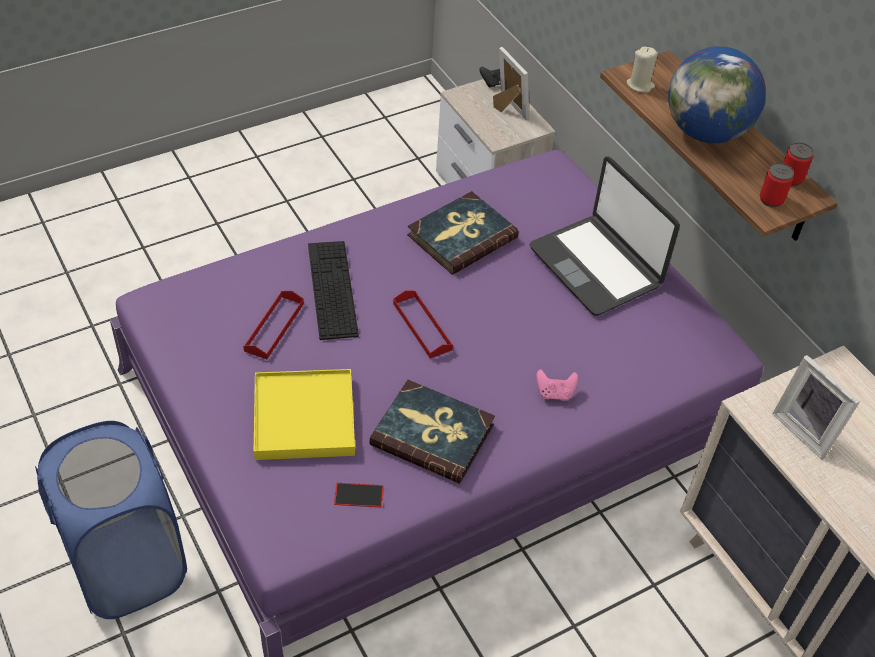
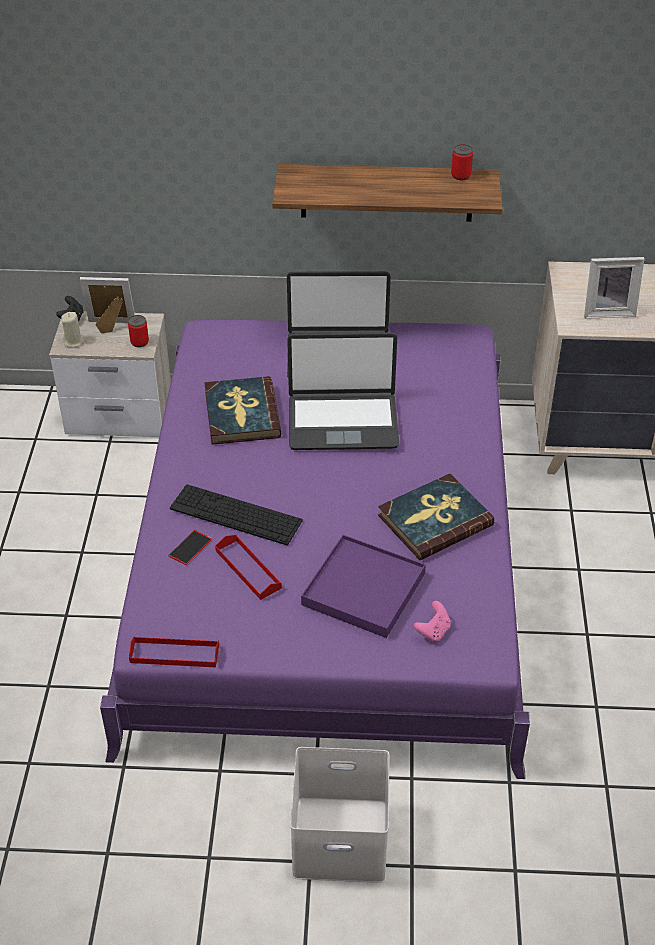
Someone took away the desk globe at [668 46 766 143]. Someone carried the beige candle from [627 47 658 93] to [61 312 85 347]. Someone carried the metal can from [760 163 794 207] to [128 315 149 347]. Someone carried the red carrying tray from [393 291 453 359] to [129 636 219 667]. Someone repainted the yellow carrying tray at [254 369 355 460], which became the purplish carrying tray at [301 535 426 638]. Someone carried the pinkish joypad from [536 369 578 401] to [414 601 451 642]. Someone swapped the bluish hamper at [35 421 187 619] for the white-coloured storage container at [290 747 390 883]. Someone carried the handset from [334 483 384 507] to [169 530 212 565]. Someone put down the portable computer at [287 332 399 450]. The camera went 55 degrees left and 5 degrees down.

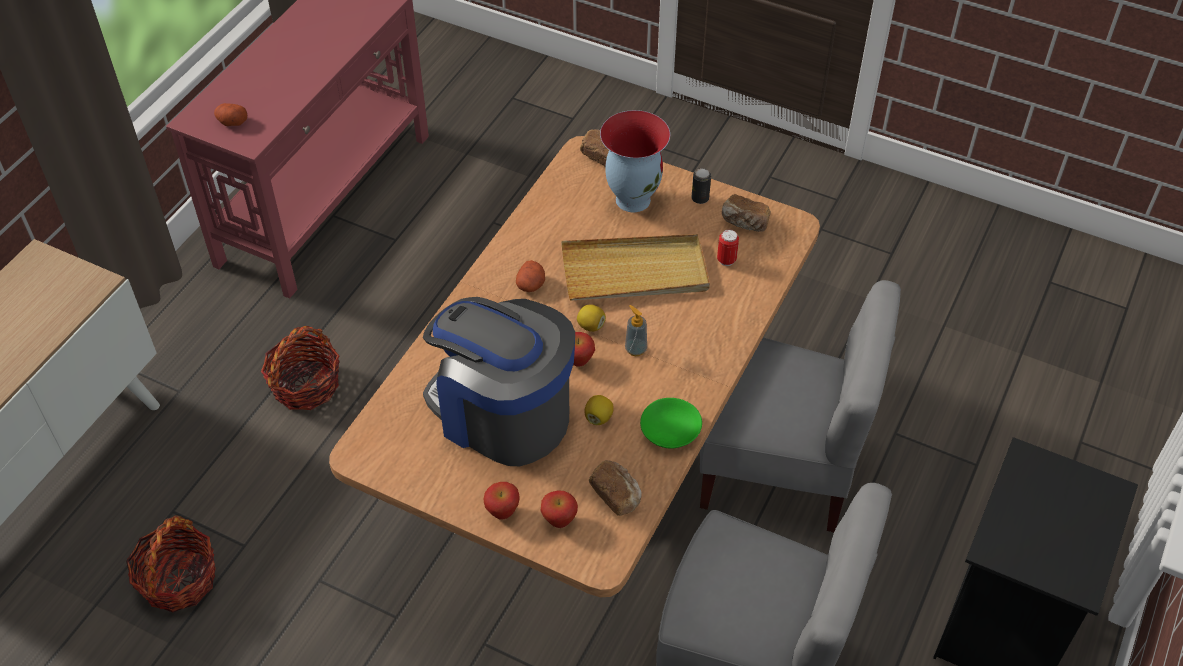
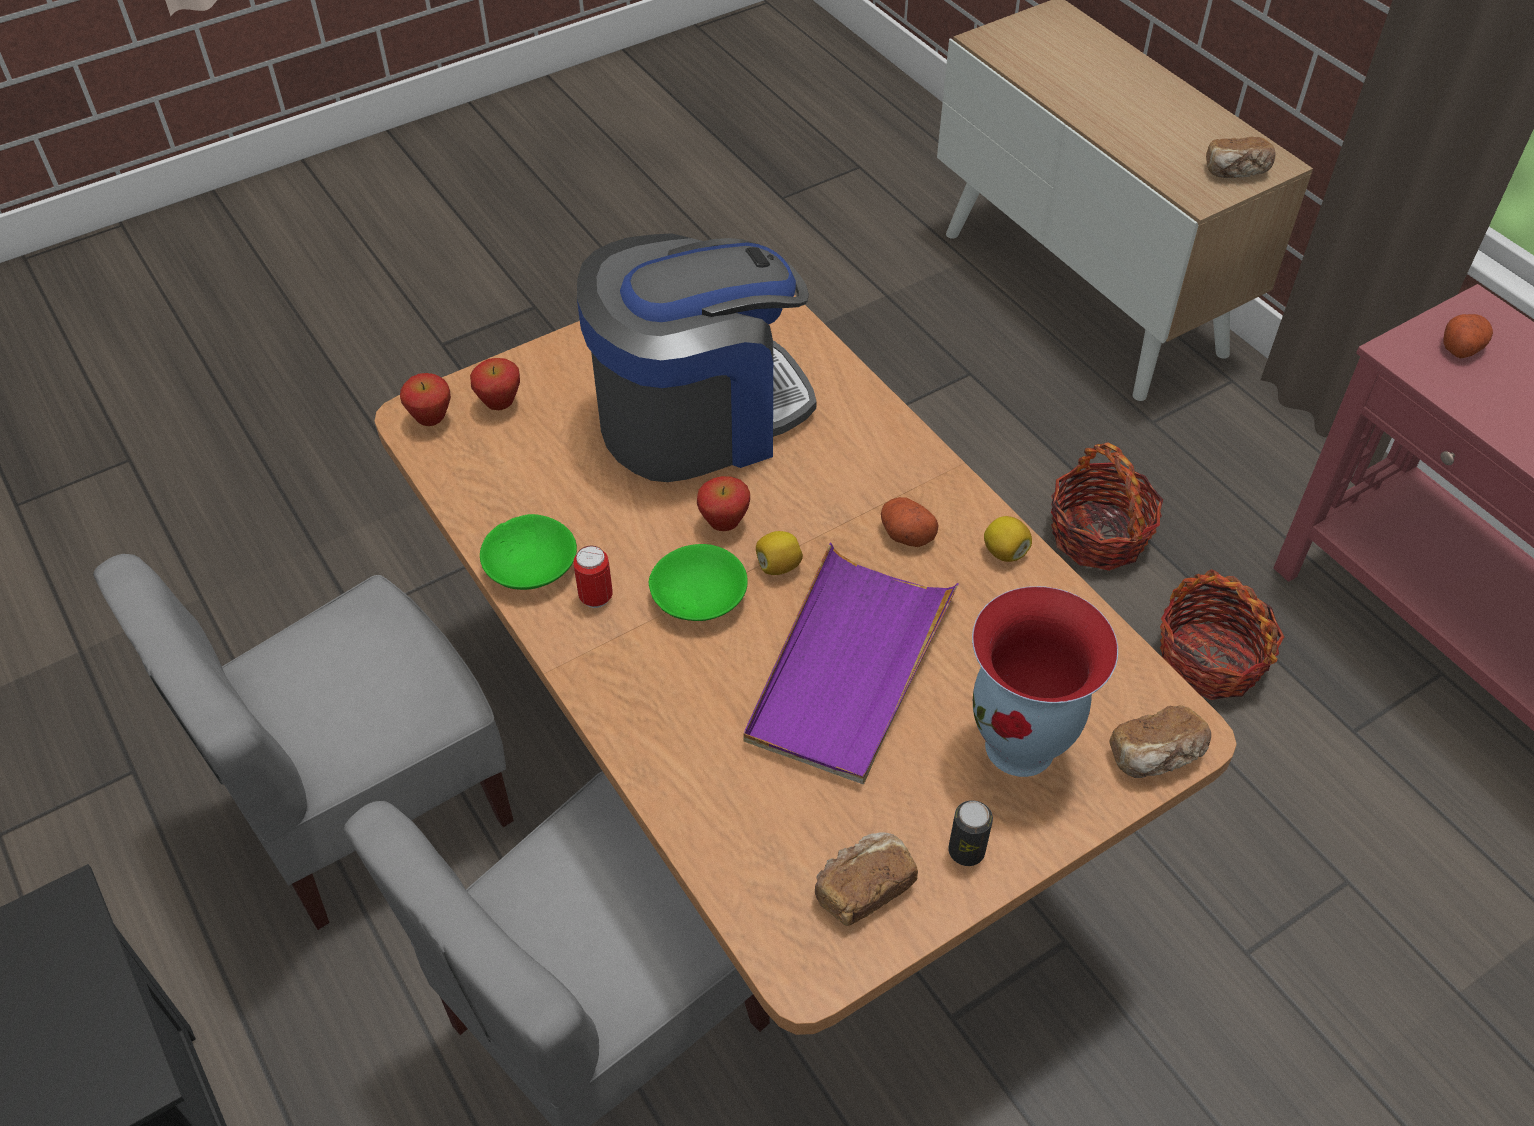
Someone carried the metal can from [717 229 739 266] to [573 546 613 608]. Someone repainted the beige carrying tray at [561 234 710 301], which became the purplish carrying tray at [743 543 959 784]. Someone swapped the soap bottle at [625 305 647 356] for the greenish deep dish at [649 544 748 621]. Someone carried the whole lemon from [585 395 614 425] to [984 516 1032 562]. Someone carried the bakery bread from [589 460 642 516] to [1206 137 1275 178]. Someone carried the apple from [484 482 520 519] to [400 373 451 426]. Someone carried the household basket from [126 515 216 612] to [1160 569 1284 700]. The camera went 120 degrees right and 0 degrees up.

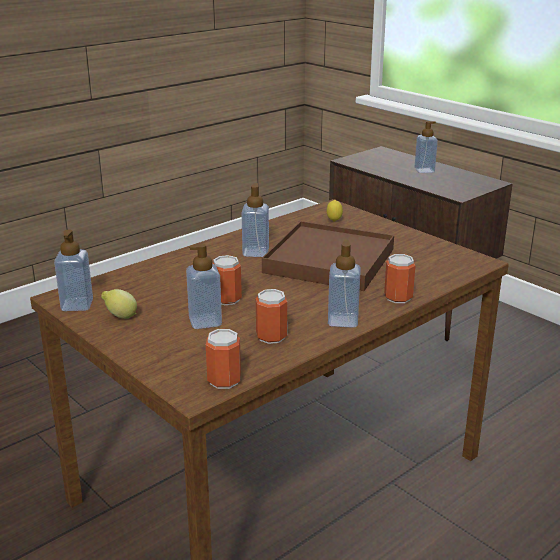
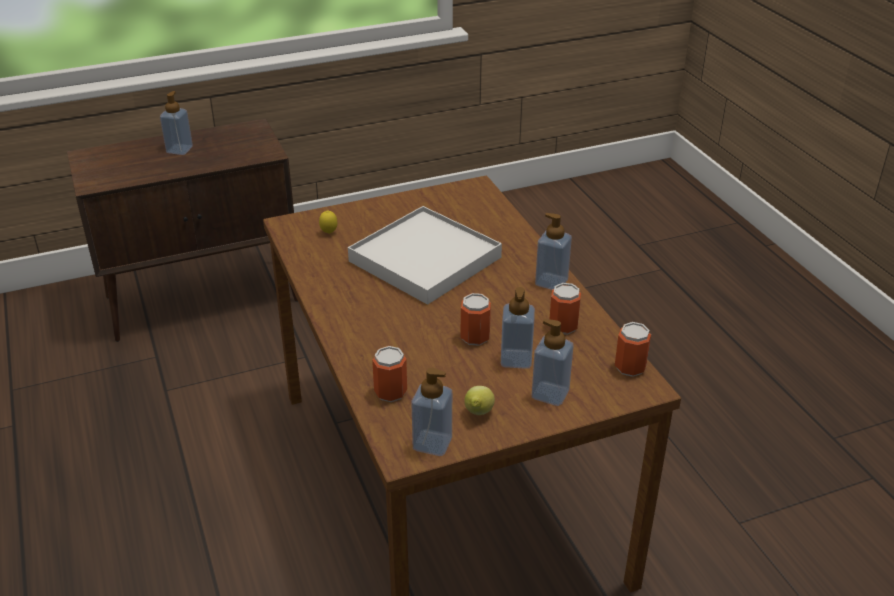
Someone carried the soap bottle from [242 183 269 257] to [532 319 573 406]. Someone repainted the brownish carrying tray at [262 221 394 291], which became the white-coloured carrying tray at [348 206 502 305]. Someone carried the metal can from [384 254 415 303] to [372 346 407 402]. The camera went 70 degrees left and 10 degrees up.

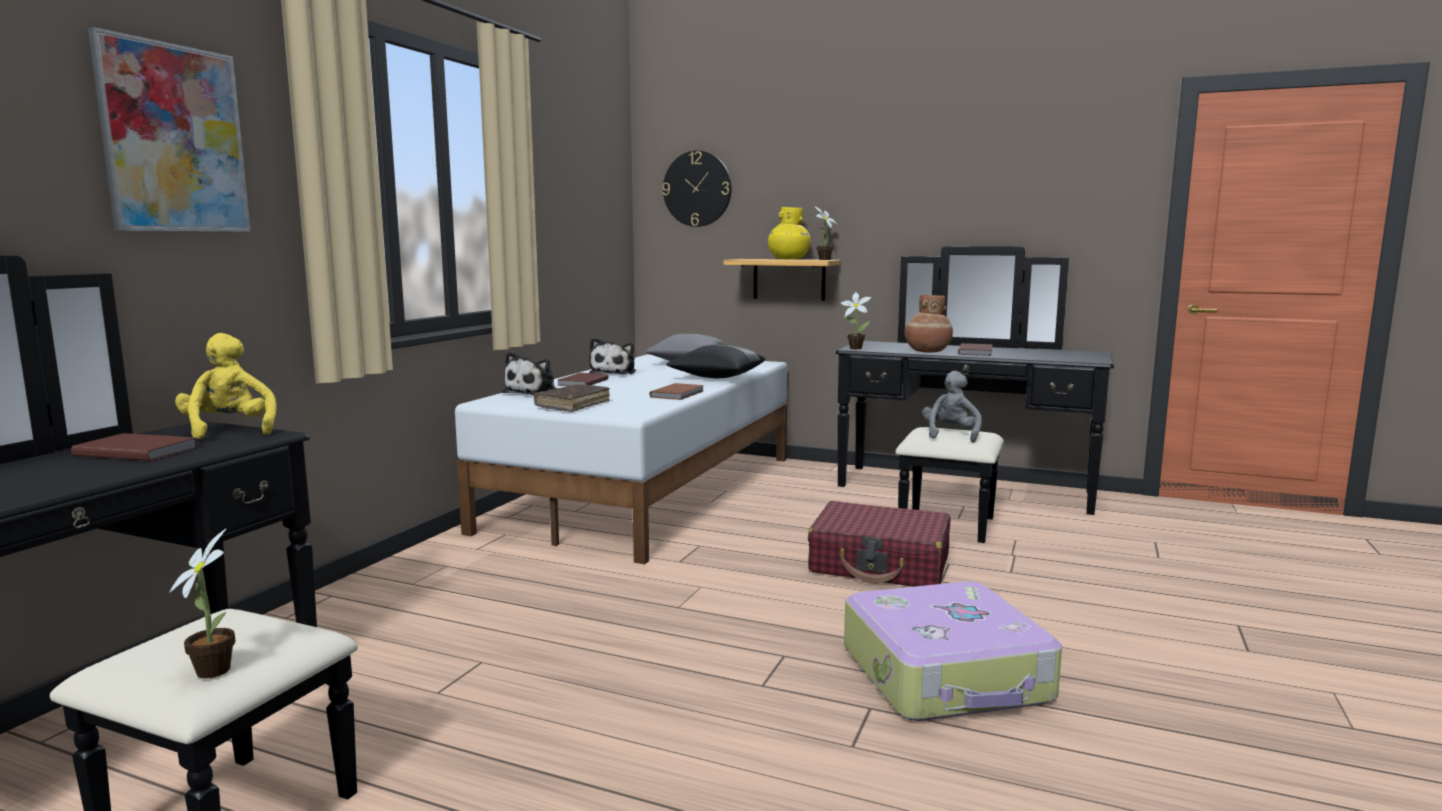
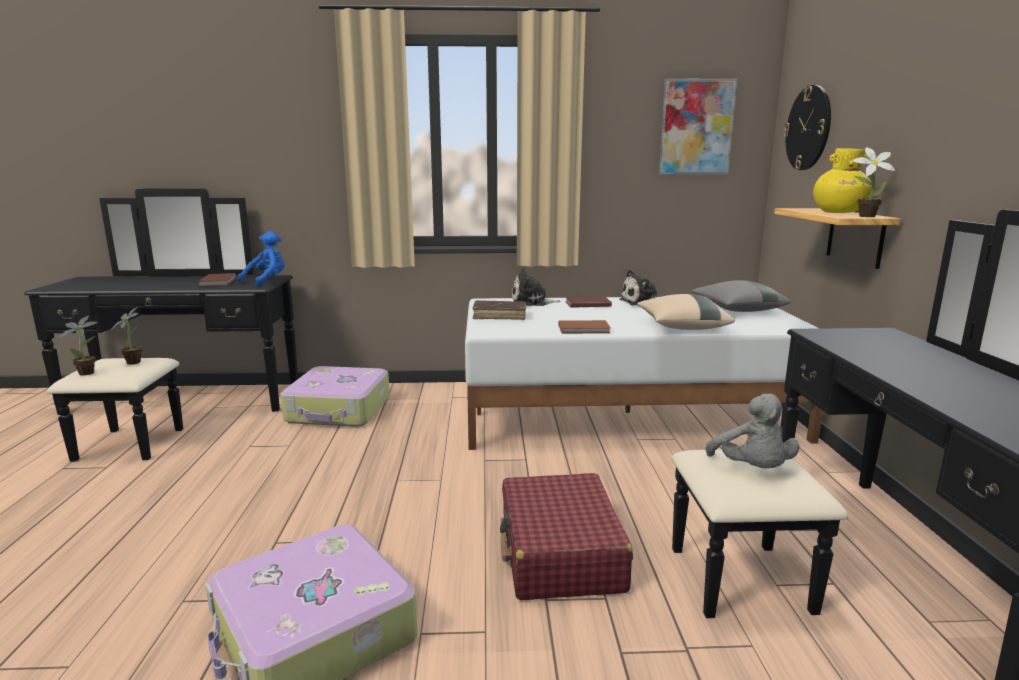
Someone carried the picture from [88 27 251 232] to [658 78 737 175]. Someone carried the houseplant from [841 292 871 349] to [112 307 142 365]. Someone took away the brownish flower vase at [904 294 953 353]. Someone repainted the yellow cuddly toy at [175 333 277 439], which became the bluish cuddly toy at [237 231 285 287]. Someone took away the brownish book at [958 343 992 356]. Someone repainted the blackish throw pillow at [666 345 765 378], which became the beige throw pillow at [637 294 735 330]. Someone rotated the gray cuddly toy at [922 371 982 443] by 90 degrees clockwise. Someone put down the piece of luggage at [280 366 390 427]. The camera went 65 degrees right and 5 degrees up.

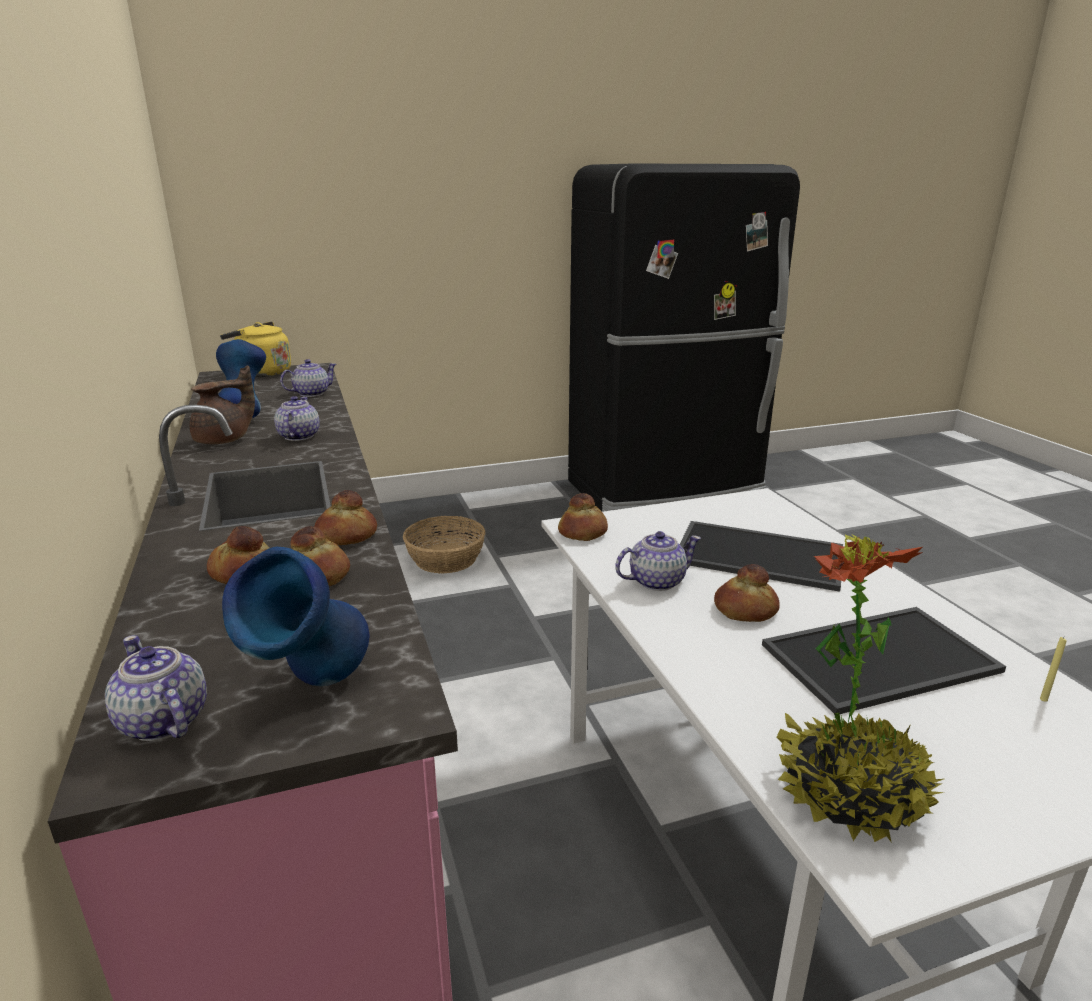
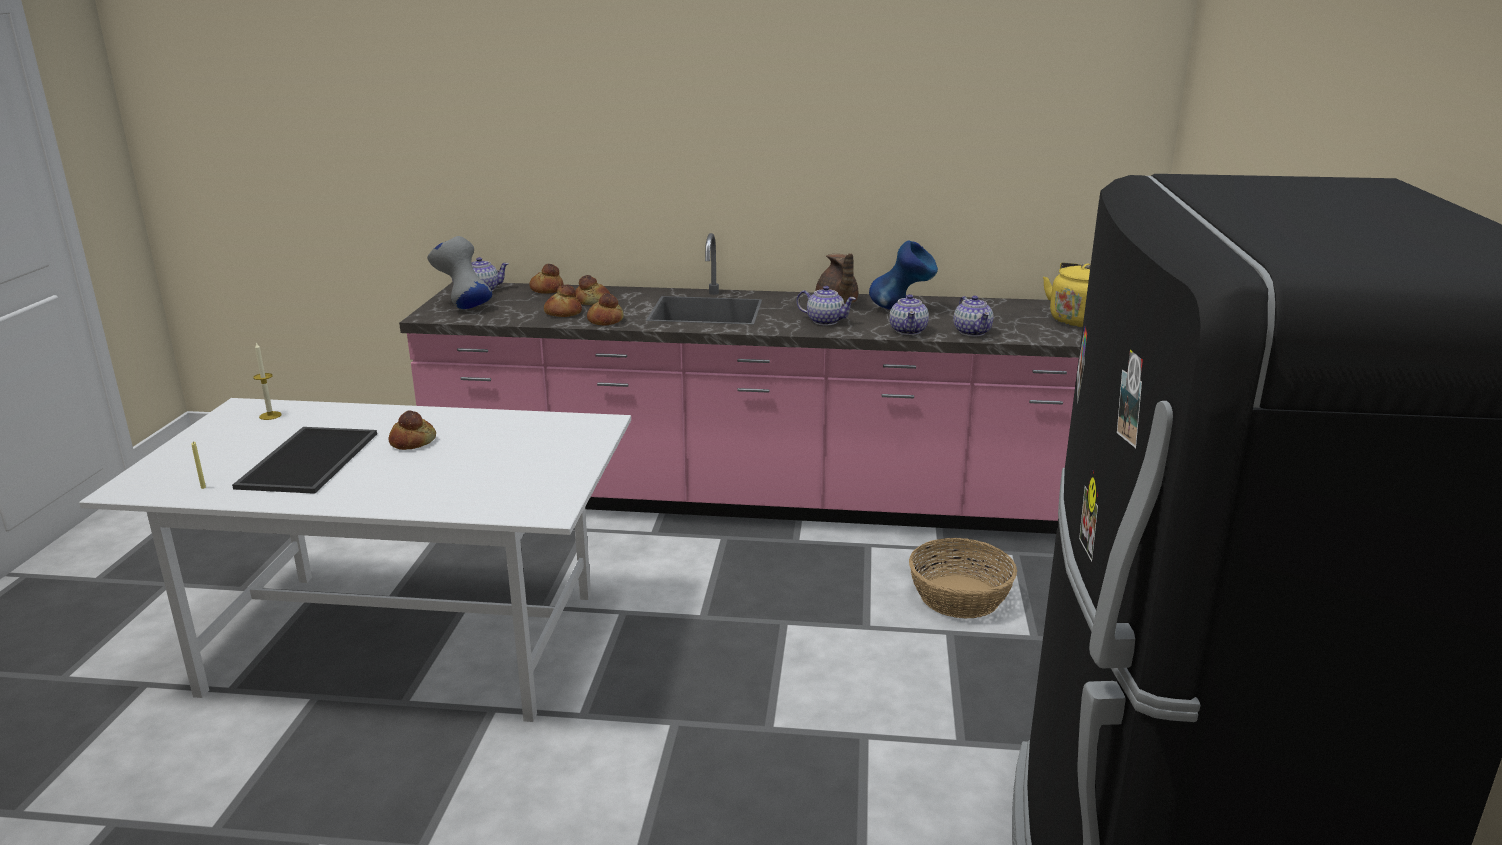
Someone carried the bakery bread from [558 493 608 541] to [529 264 564 294]. Someone took away the carrying tray at [680 521 843 592]. Someone carried the pot for tea from [615 531 701 591] to [889 294 929 335]. Someone swapped the houseplant at [776 535 945 843] for the candle at [253 342 282 420]. Someone repainted the bluish flower vase at [222 547 369 686], which became the gray flower vase at [427 236 492 309]. The camera went 115 degrees right and 0 degrees up.

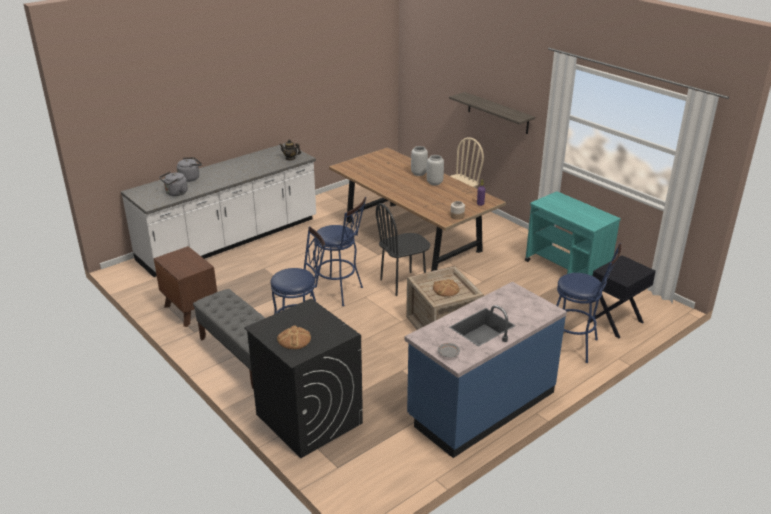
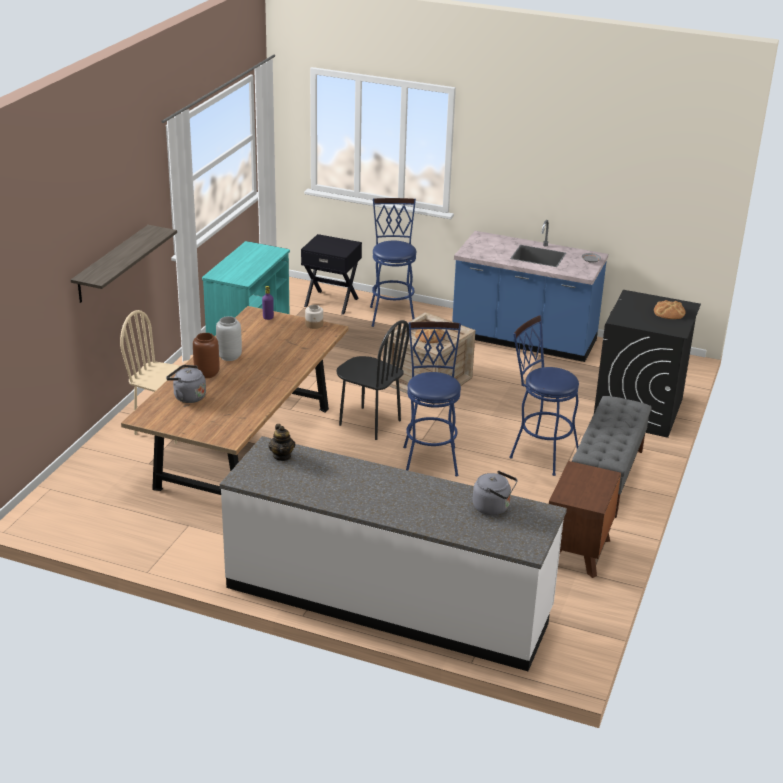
Someone repainted the gray flower vase at [411 146 428 176], which became the brownish flower vase at [193 333 220 378]. Someone carried the gray tea kettle from [177 157 202 182] to [166 365 206 403]. The camera went 120 degrees left and 0 degrees up.

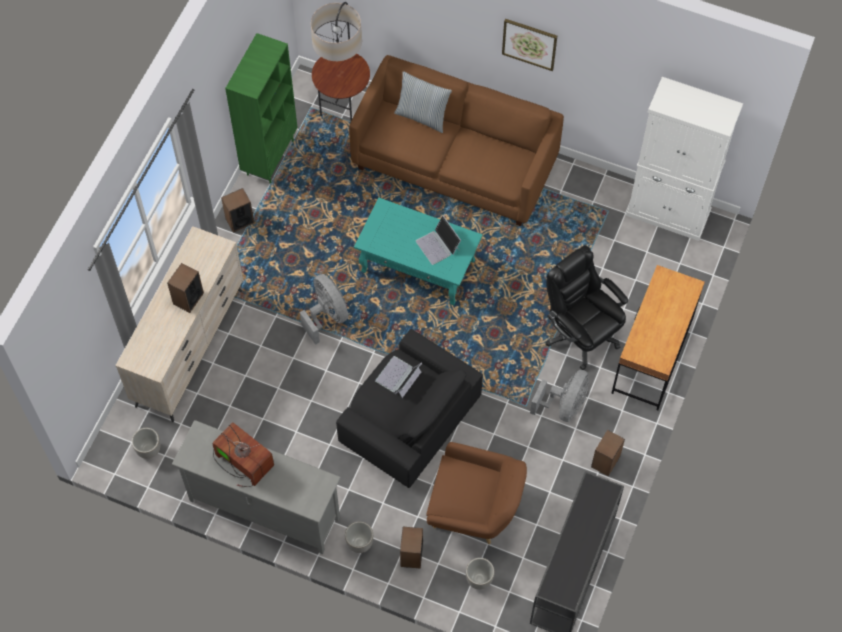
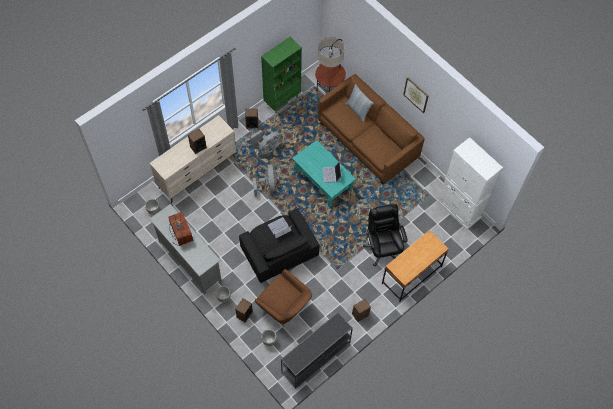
Someone carried the gray electric fan from [530 370 589 422] to [250 130 282 154]. The camera went 25 degrees right and 0 degrees up.

